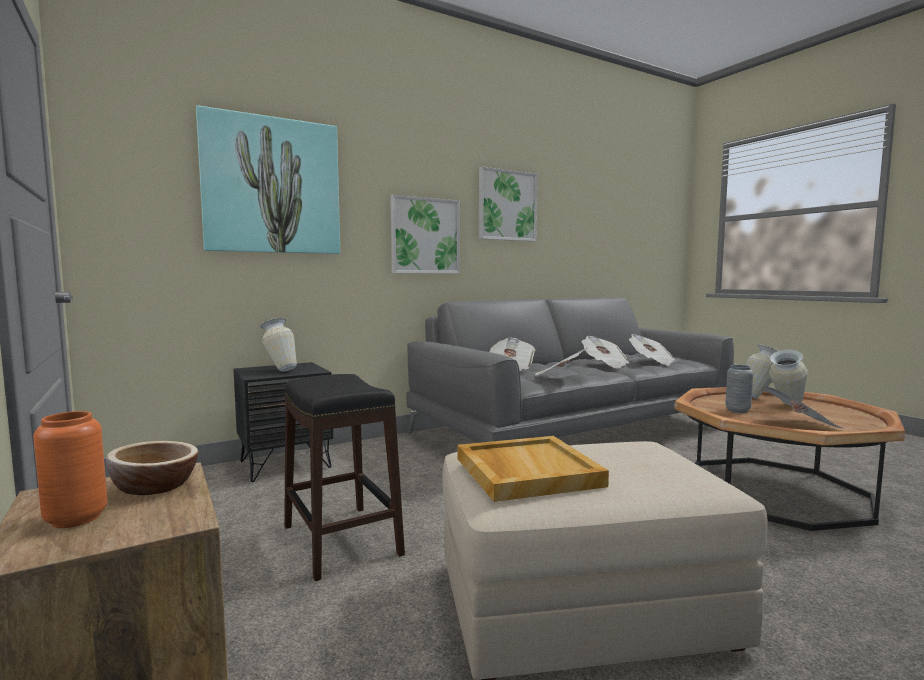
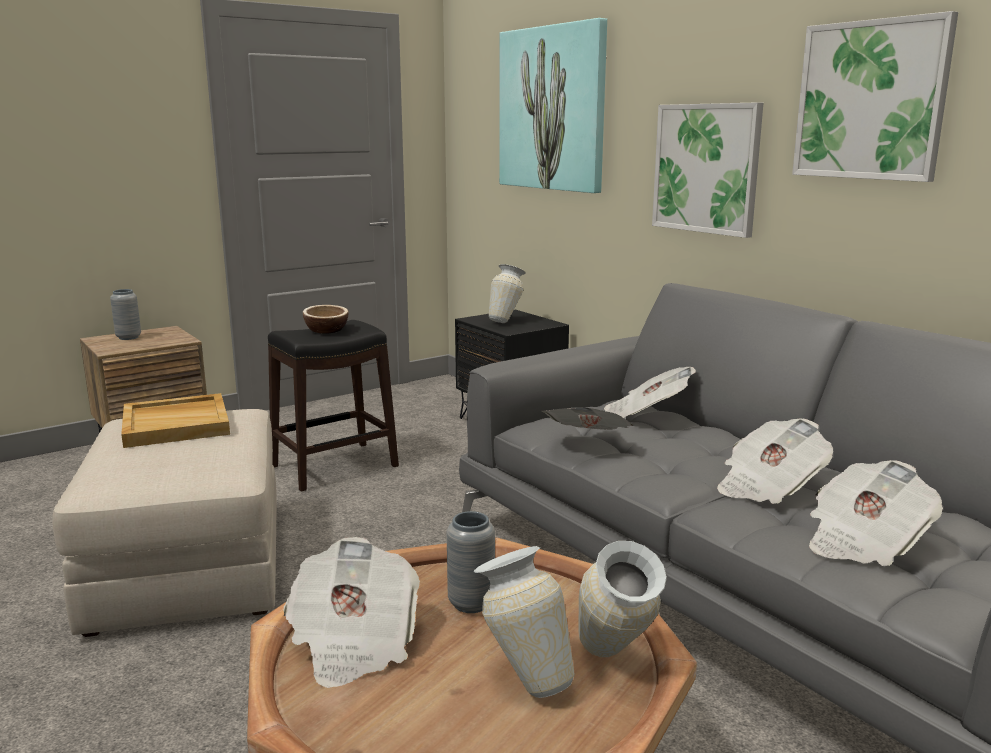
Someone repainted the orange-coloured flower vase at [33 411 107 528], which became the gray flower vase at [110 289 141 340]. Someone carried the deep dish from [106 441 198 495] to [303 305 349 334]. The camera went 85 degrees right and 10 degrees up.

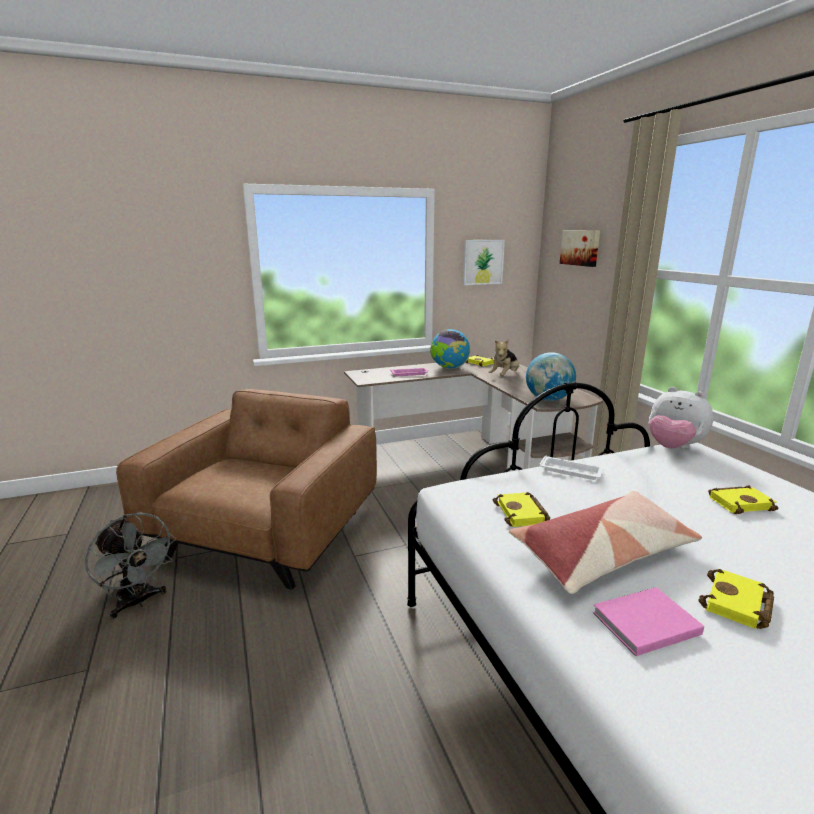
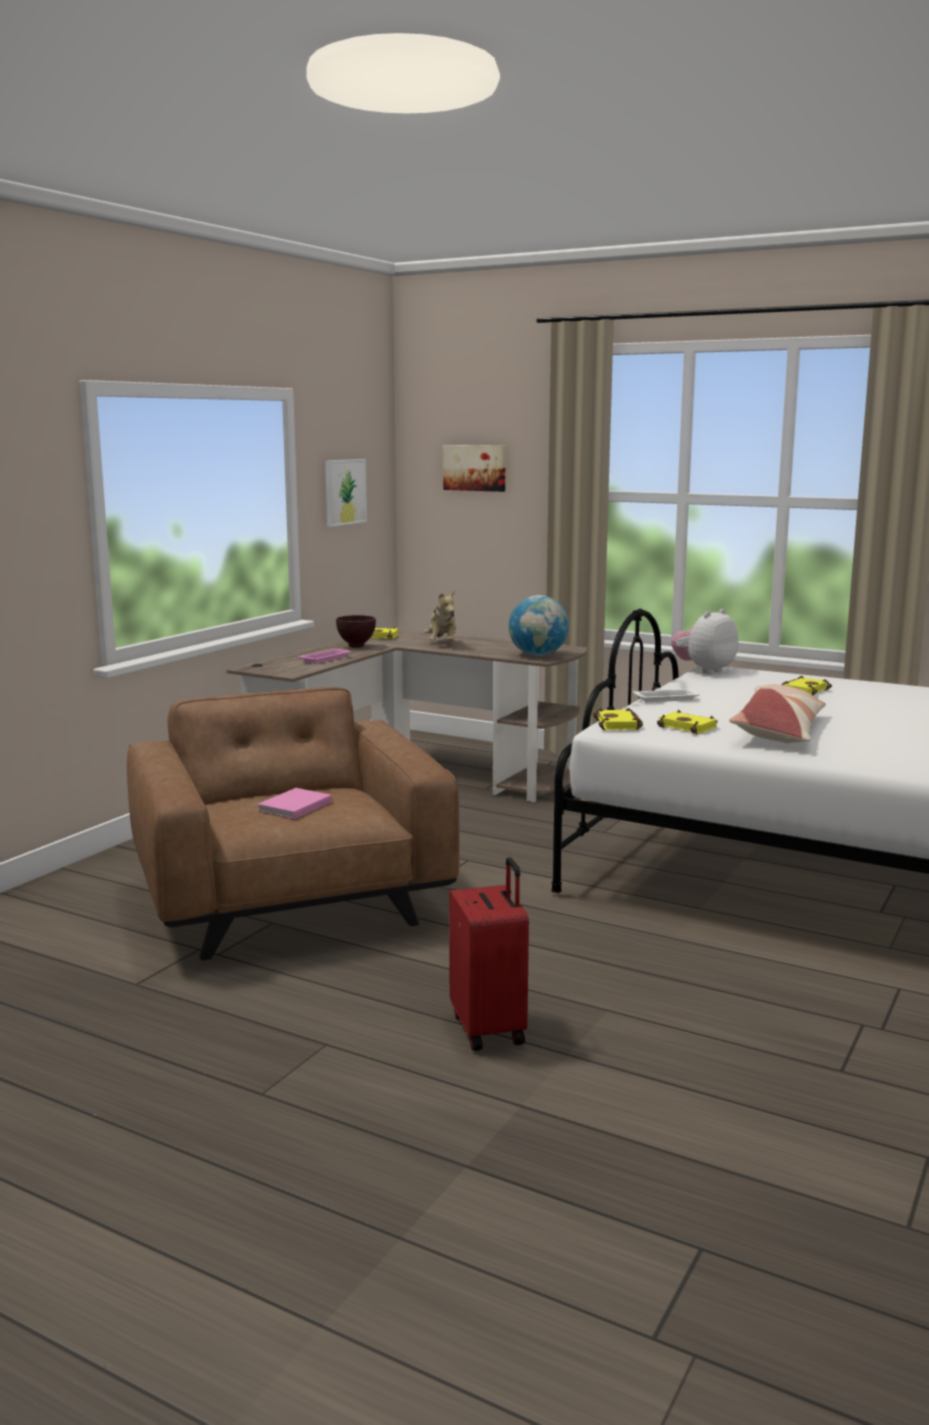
Someone swapped the desk globe at [430 329 470 369] for the brownish deep dish at [336 615 376 648]. Someone rotated the cuddly toy at [649 387 714 449] by 135 degrees clockwise. Someone took away the gray electric fan at [85 512 176 619]. Someone carried the yellow book from [699 569 774 629] to [593 708 643 730]. Someone carried the pinkish book from [593 587 704 656] to [257 788 332 819]. Someone put down the red piece of luggage at [449 857 529 1051]. The camera went 40 degrees left and 5 degrees down.

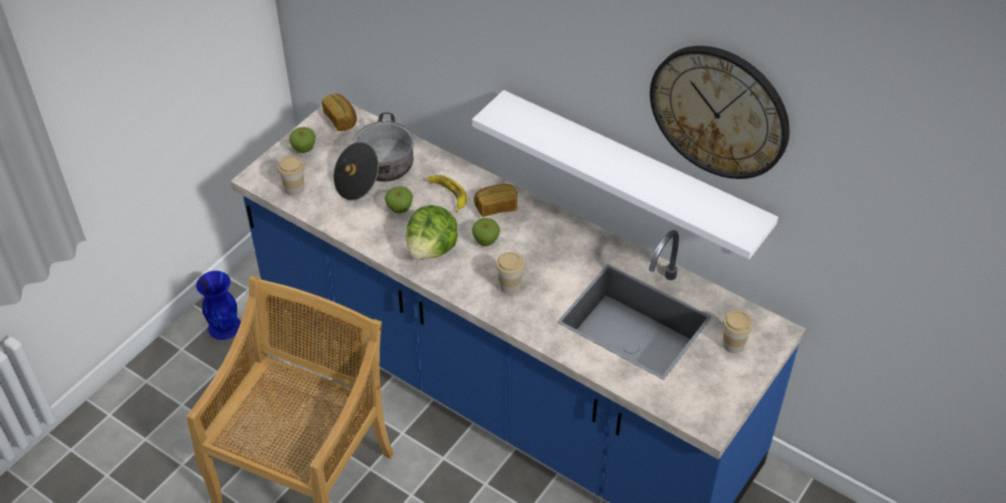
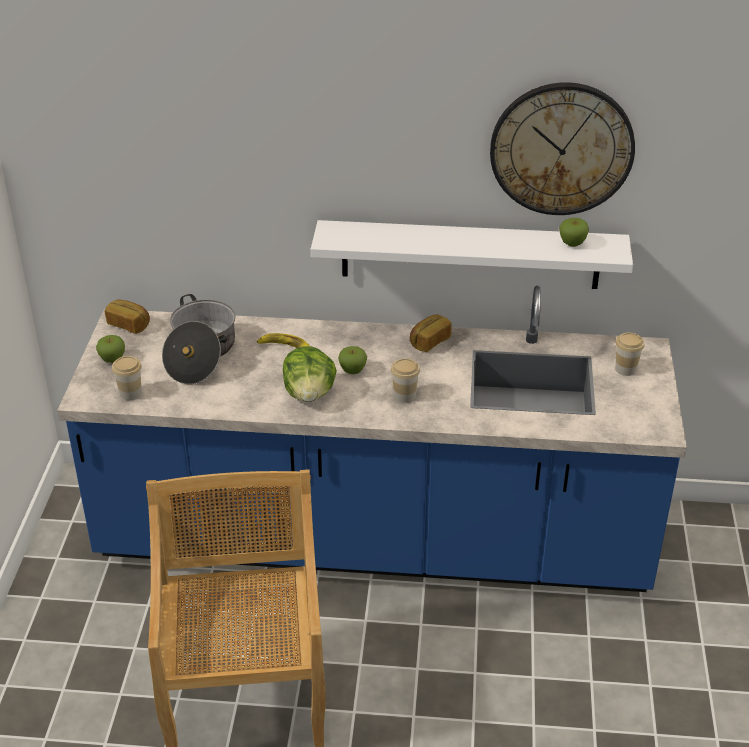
Someone carried the bakery bread from [474 184 517 217] to [410 315 452 352]. Someone carried the apple from [385 186 413 213] to [559 218 589 247]. Someone took away the bluish flower vase at [196 271 241 340]. The camera went 30 degrees left and 10 degrees down.

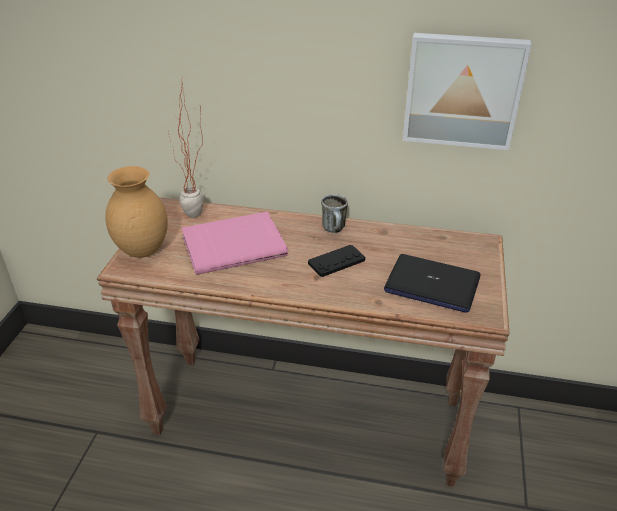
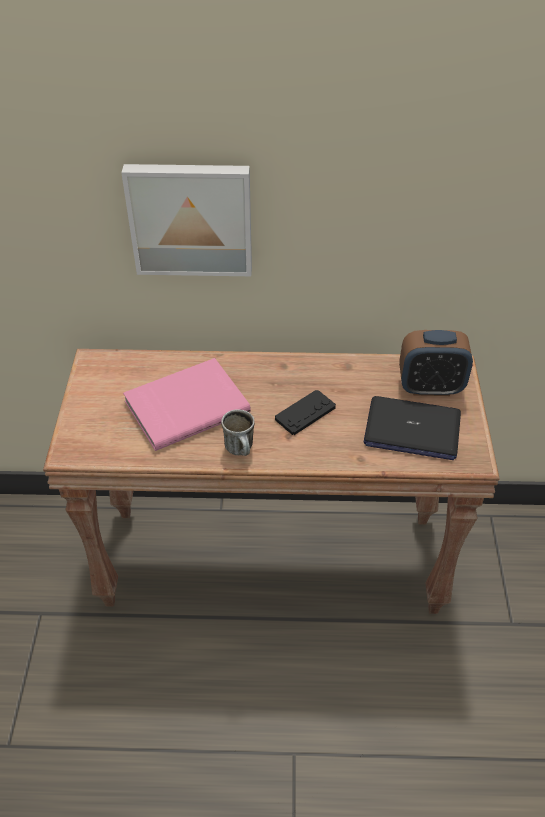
Someone carried the picture from [403 33 532 150] to [121 164 252 276]. Someone took away the houseplant at [168 77 204 218]. Someone took away the brownish flower vase at [105 166 168 258]. Someone carried the mug from [321 194 348 233] to [221 409 255 456]. Someone put down the table clock at [399 330 473 396]. The camera went 10 degrees left and 10 degrees up.

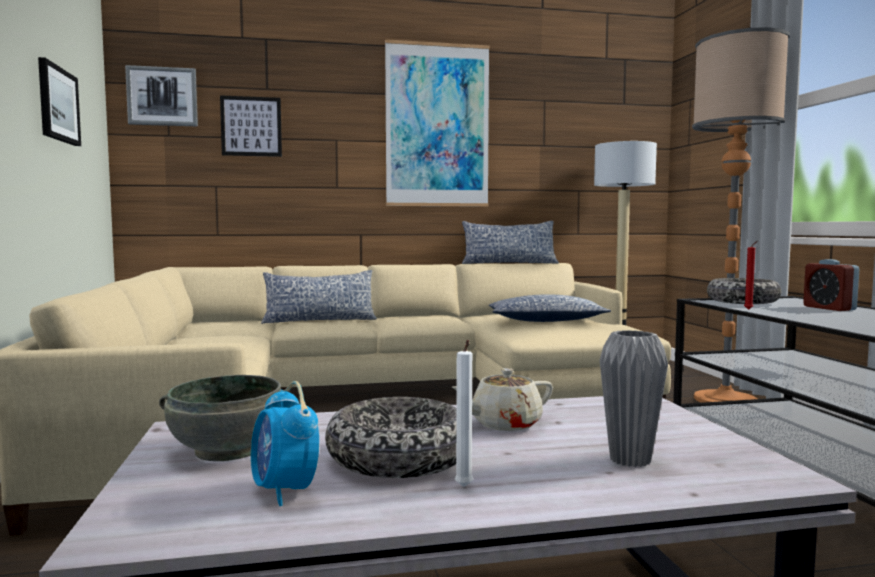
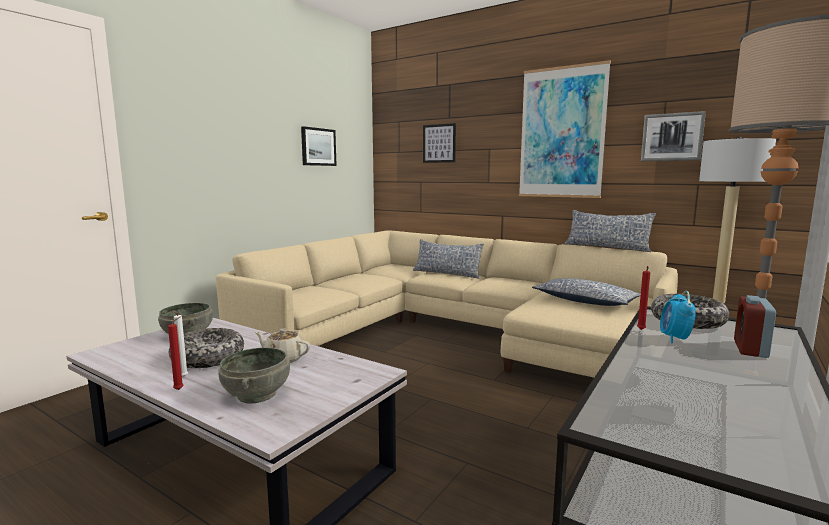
Someone carried the picture from [125 65 198 126] to [641 111 706 161]. Someone swapped the gray flower vase at [600 330 668 467] for the gray deep dish at [218 348 290 404]. Someone carried the table clock from [251 381 319 506] to [660 291 696 343]. Someone put down the red candle at [168 317 184 390]. The camera went 45 degrees right and 5 degrees up.

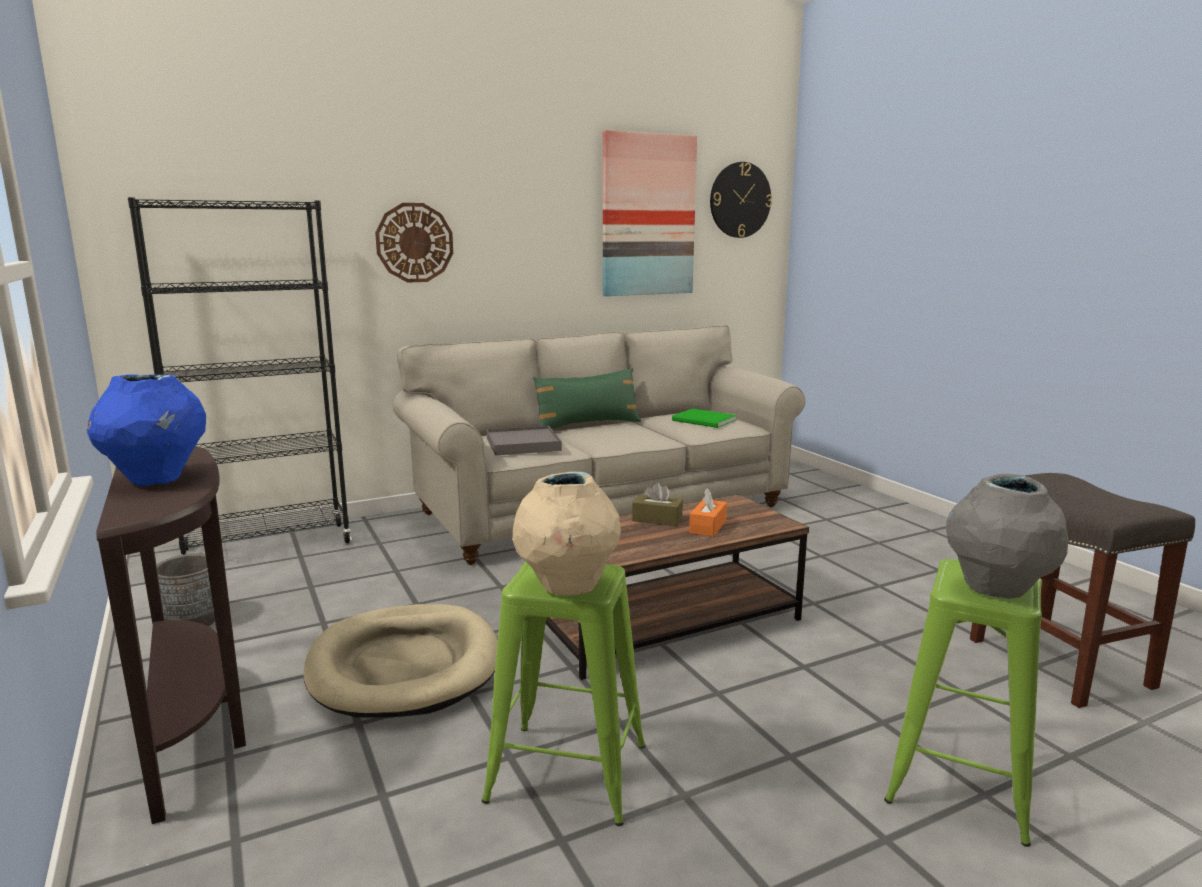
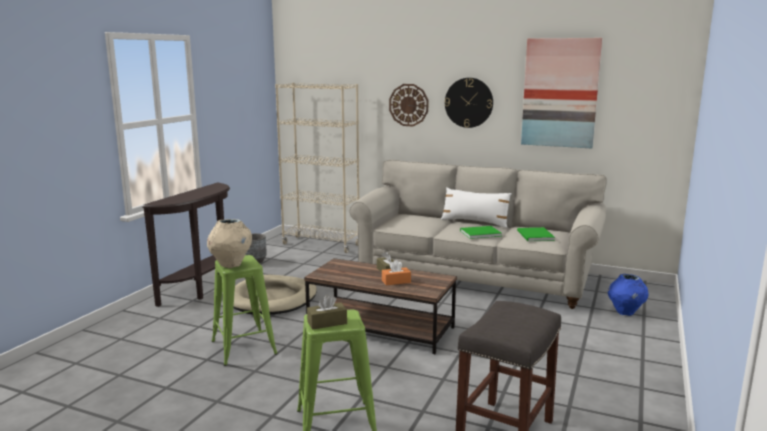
Someone carried the clock on the wall from [710 162 772 238] to [445 78 493 128]. Someone repainted the blackish bookshelf at [128 197 352 555], which became the beige bookshelf at [275 83 360 253]. Someone repainted the greenish throw pillow at [533 368 641 429], which became the white-coloured throw pillow at [441 187 512 228]. Someone carried the bluish flower vase from [87 374 206 486] to [608 274 649 316]. Someone took away the gray carrying tray at [487 426 562 456]. Someone swapped the gray flower vase at [946 474 1068 599] for the brownish tissue holder at [307 295 347 330]. Someone put down the greenish book at [460 226 502 239]. The camera went 50 degrees right and 0 degrees up.

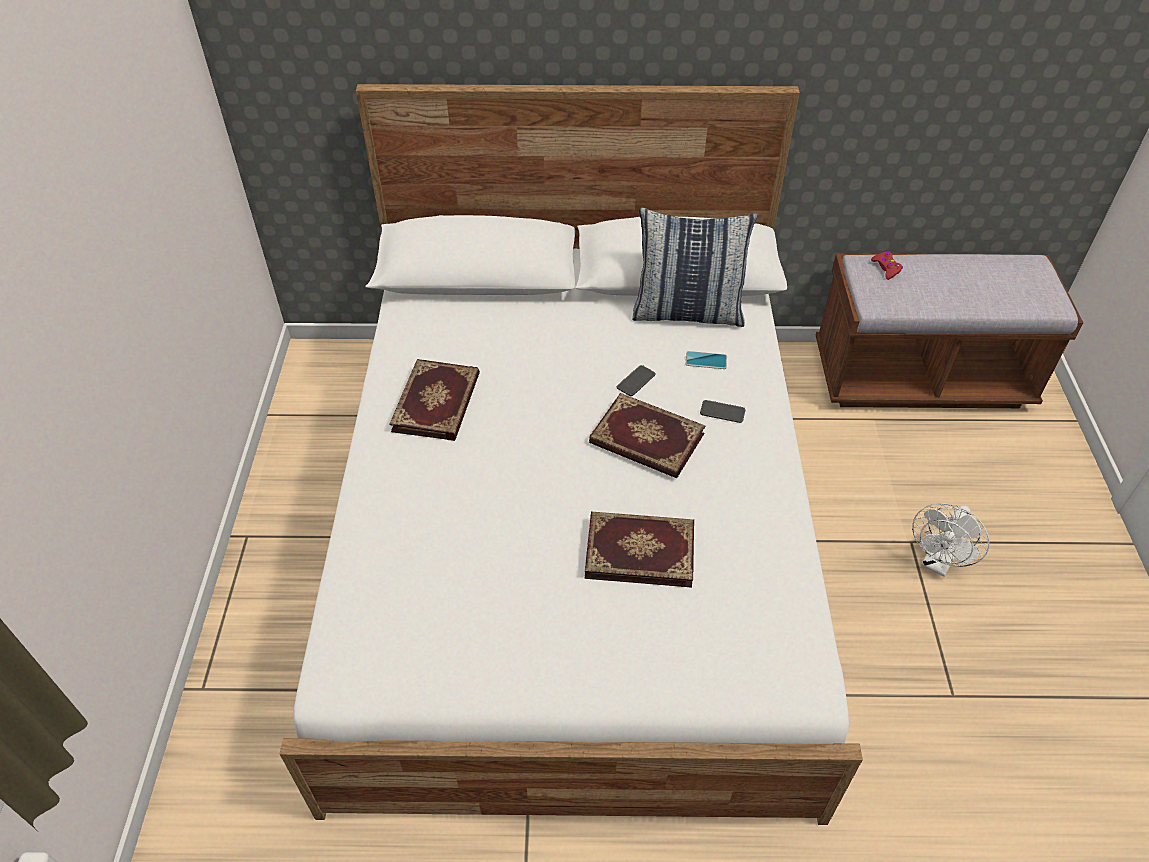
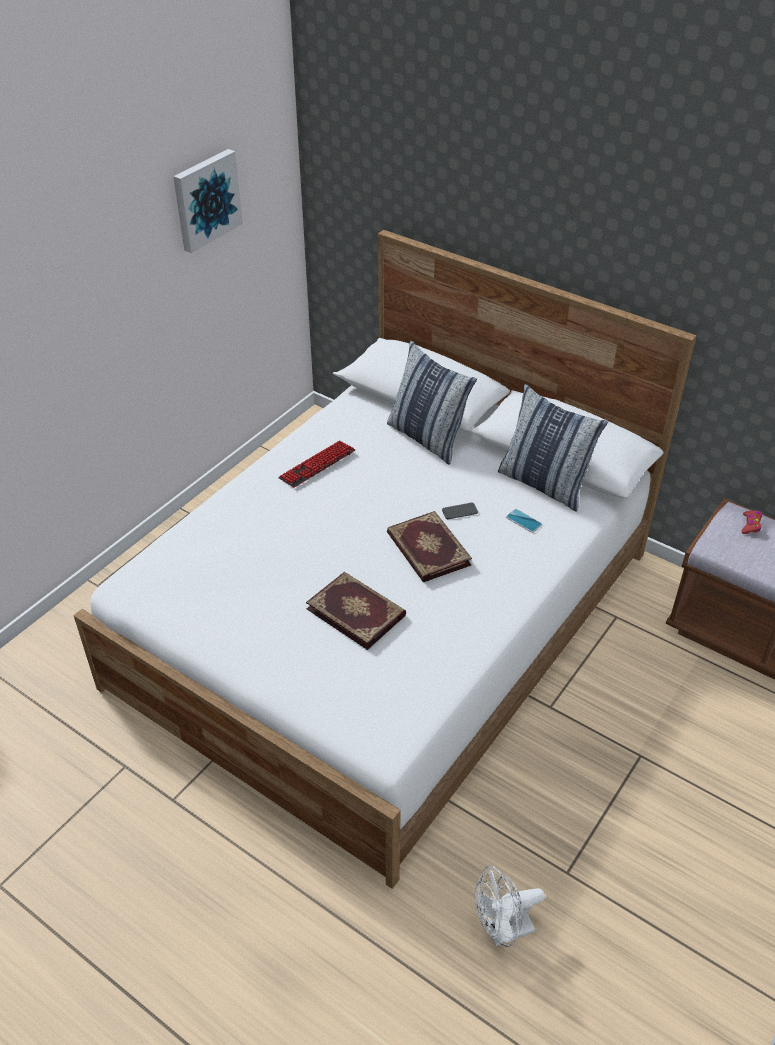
Someone swapped the book at [390 359 480 441] for the computer keyboard at [278 440 355 488]. Someone took away the handset at [700 400 745 423]. Someone carried the white-coloured electric fan from [912 503 990 577] to [475 866 545 947]. Someone put up the picture at [173 149 243 253]. Someone put down the throw pillow at [387 340 477 465]. The camera went 35 degrees right and 5 degrees down.

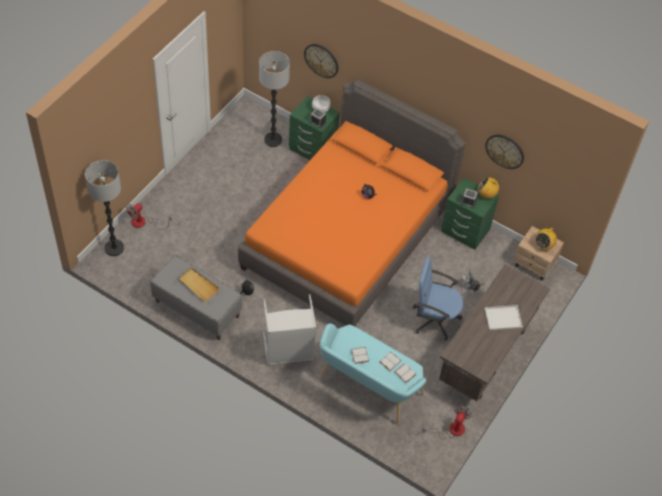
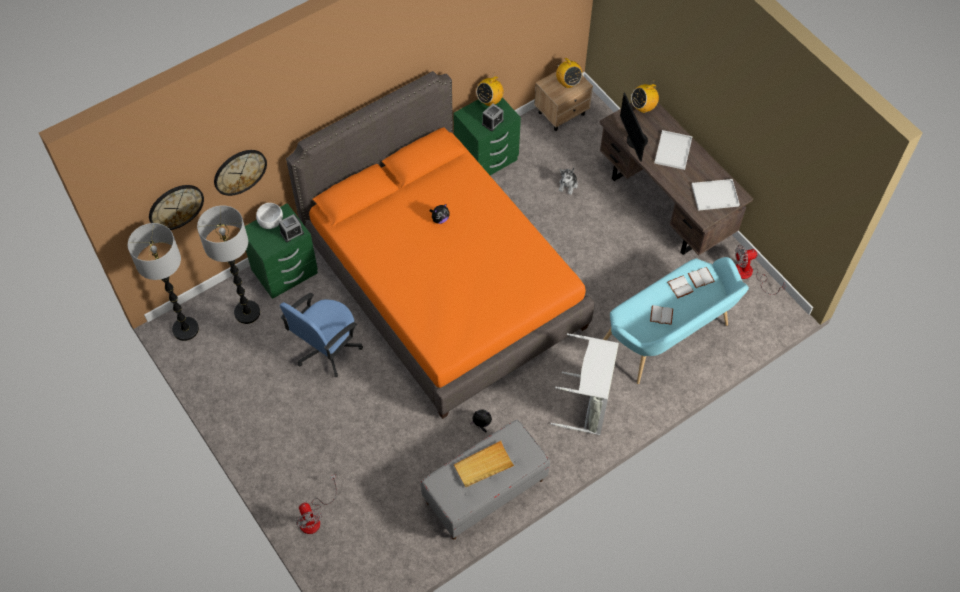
Someone carried the clock on the wall from [485 135 524 169] to [149 185 204 230]. Someone carried the floor lamp from [85 160 124 256] to [128 223 199 341]. Someone carried the bluish office chair from [413 257 463 341] to [280 293 363 377]. Someone rotated the electric fan at [422 405 472 439] by 60 degrees counterclockwise. Someone put down the radio set at [631 82 659 113]. Someone put down the computer display at [620 93 648 162]. Someone put down the white-coloured carrying tray at [692 179 740 211]. The camera went 65 degrees left and 5 degrees up.

